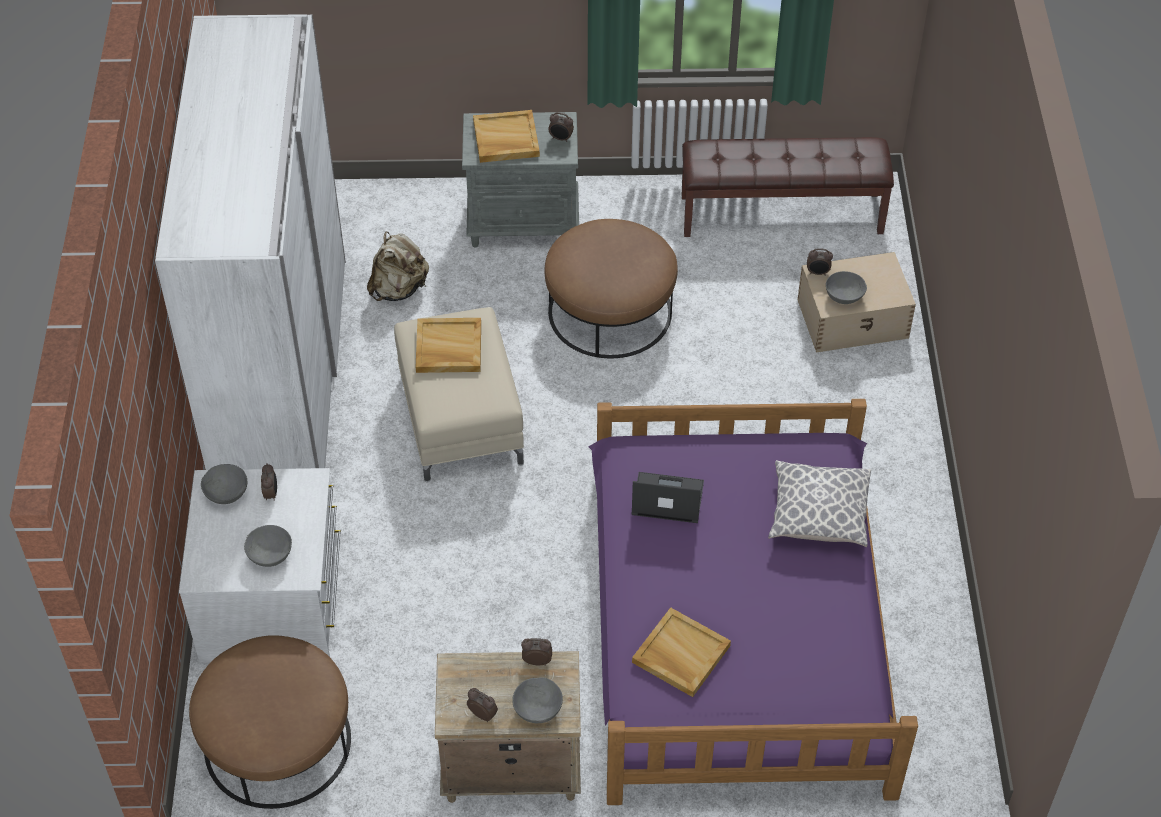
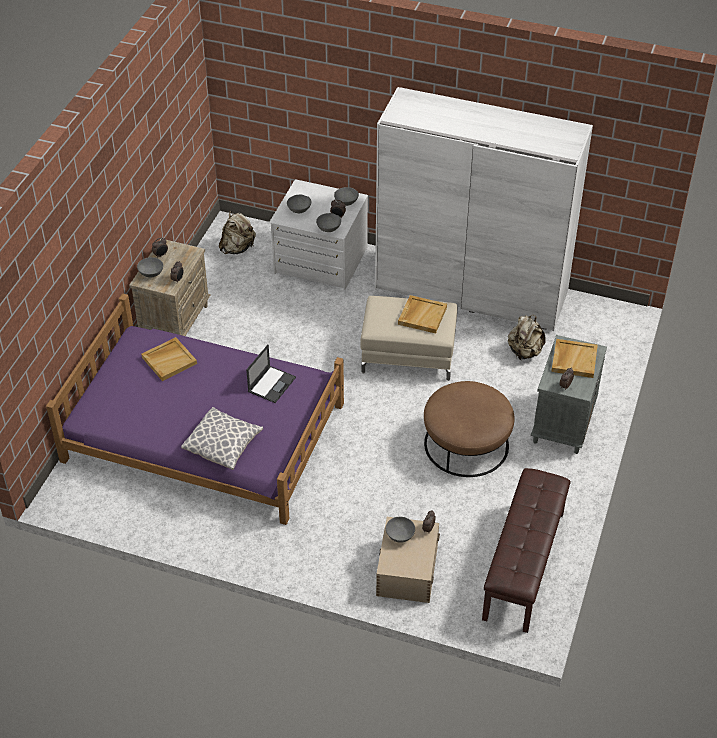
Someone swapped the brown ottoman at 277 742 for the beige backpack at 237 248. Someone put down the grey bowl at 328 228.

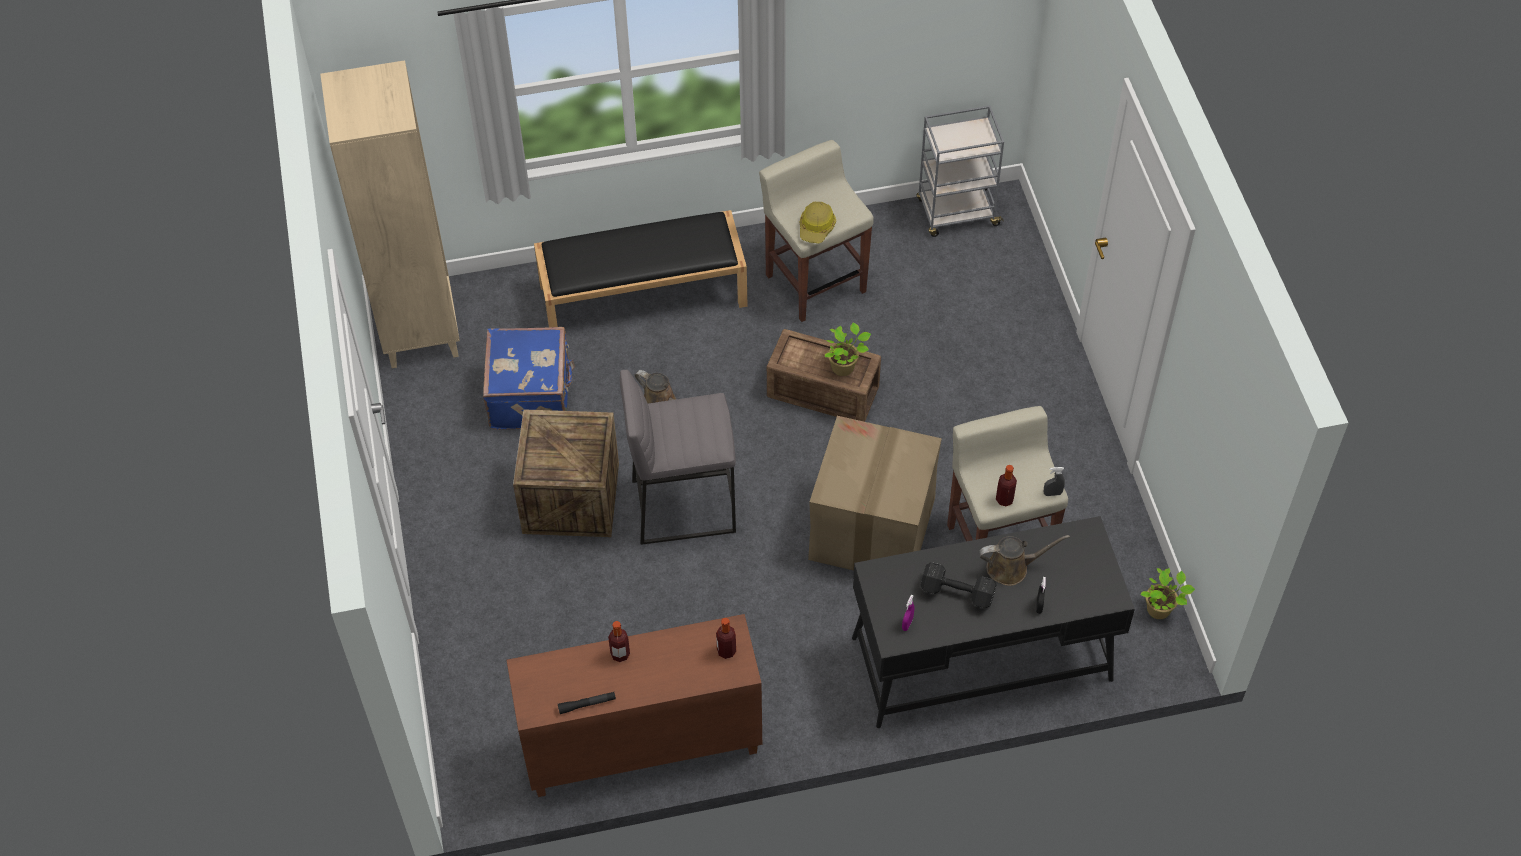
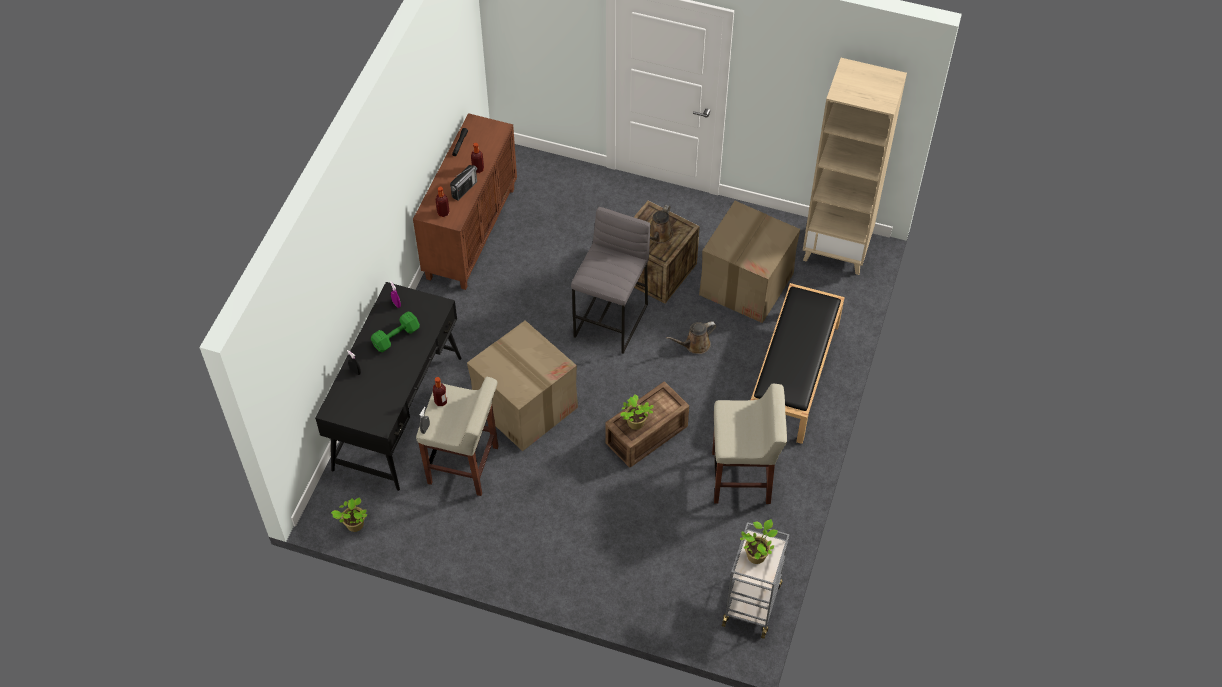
Someone swapped the blue suitcase at 532 395 for the cardboard box at 746 283. Someone took away the hard hat at 817 227. Someone repainted the black dumbbell at 956 591, which became the green dumbbell at 397 337. Someone carried the brown watering can from 1011 568 to 659 235. Someone put down the radio at 464 189. Someone put down the potted plant at 757 554.

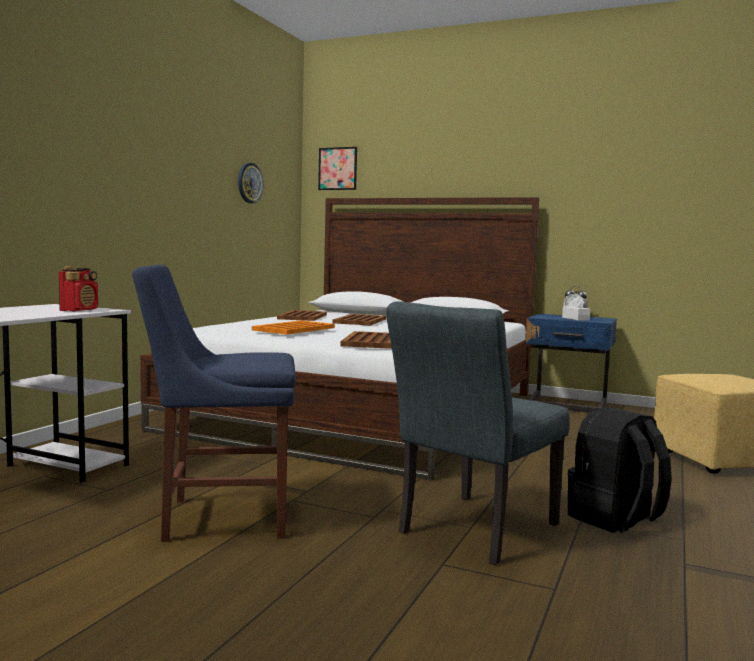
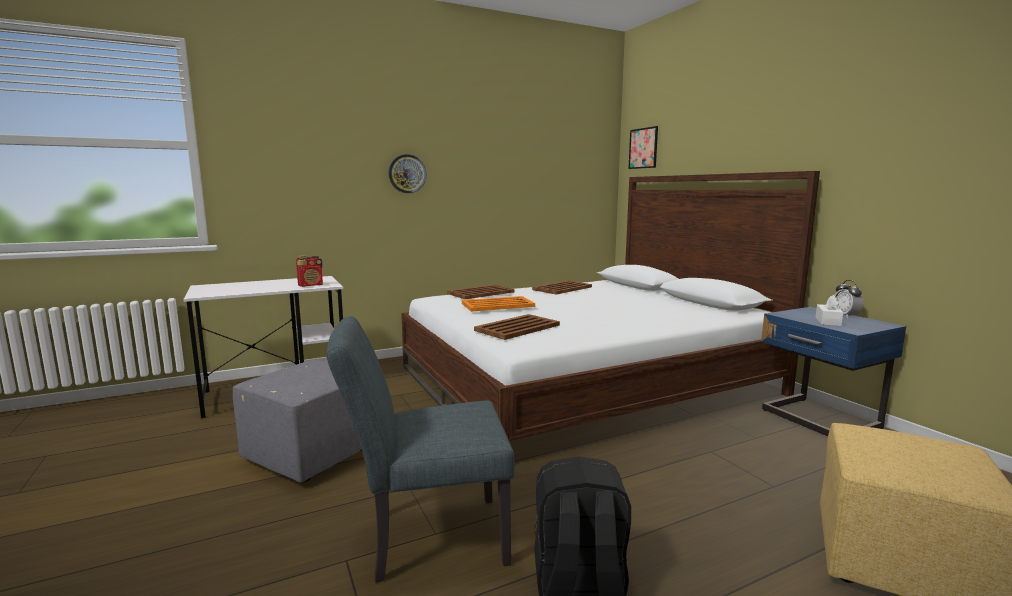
Someone swapped the blue chair at 219 517 for the grey ottoman at 311 454. Someone carried the wall clock from 249 183 to 407 174. Someone carried the brown tray from 360 321 to 481 293.

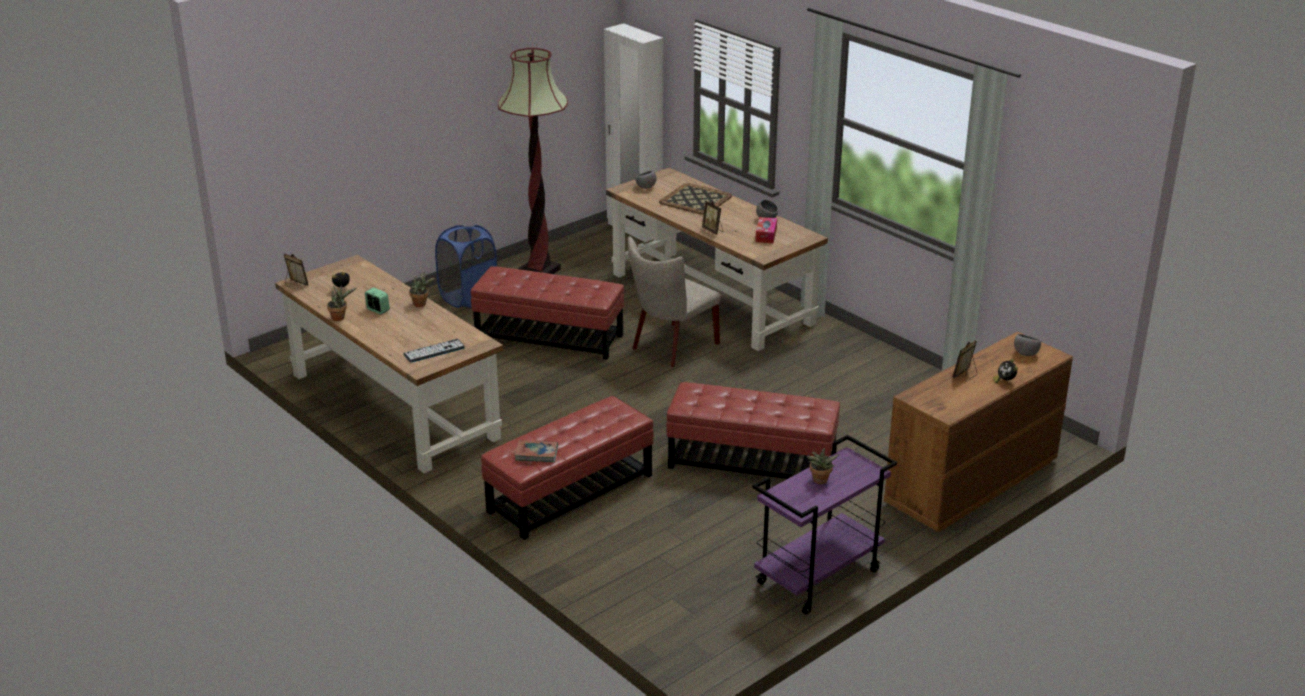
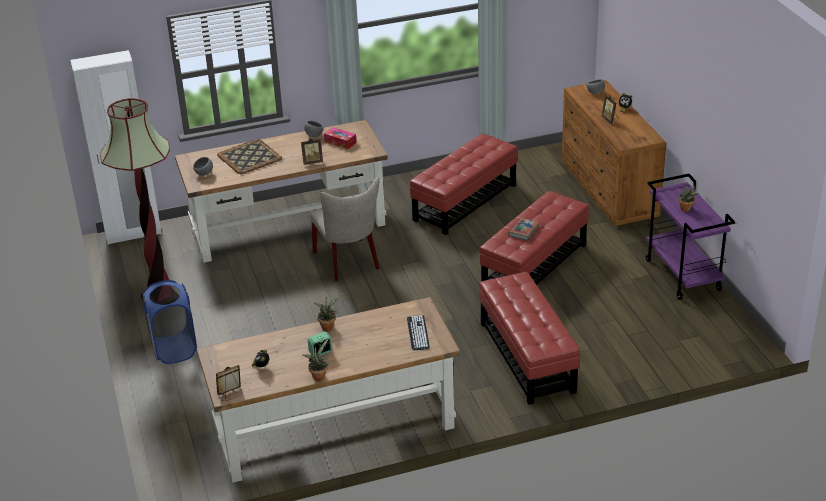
Someone carried the red ottoman from 549 337 to 464 202. Someone carried the book from 536 454 to 523 231.

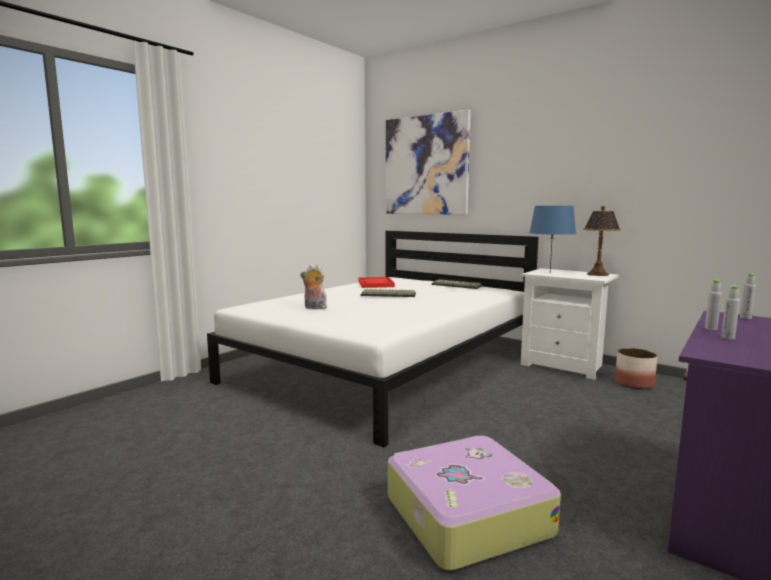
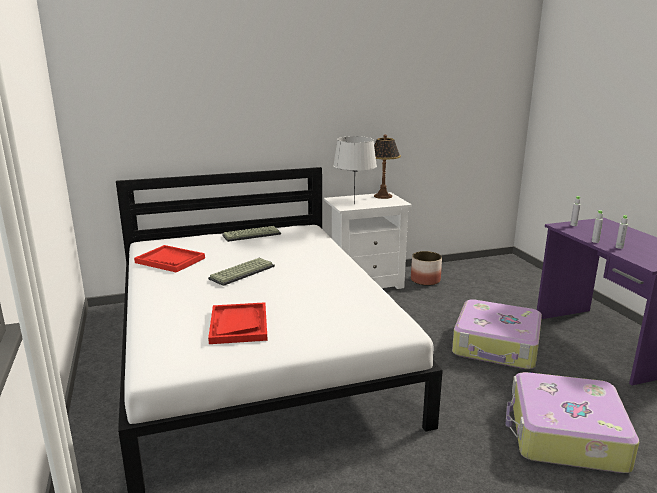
Someone swapped the plush toy at 314 308 for the red tray at 238 325. Someone took away the picture at 426 165. Someone repainted the blue table lamp at 549 273, which became the grey table lamp at 354 204. Someone put down the suitcase at 496 346.

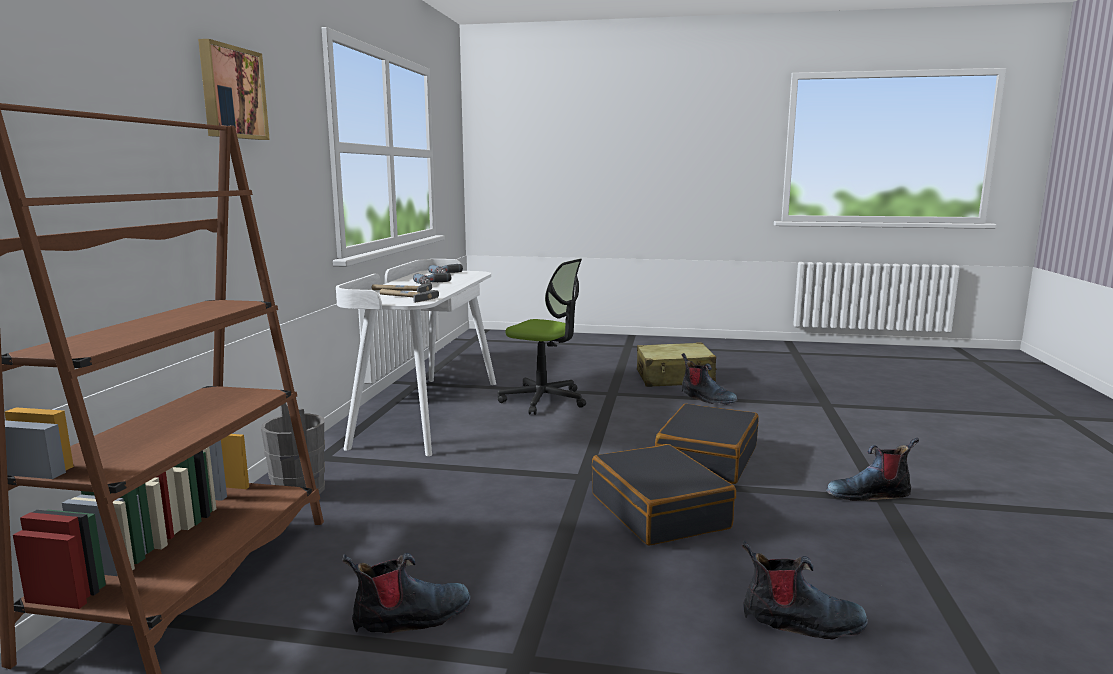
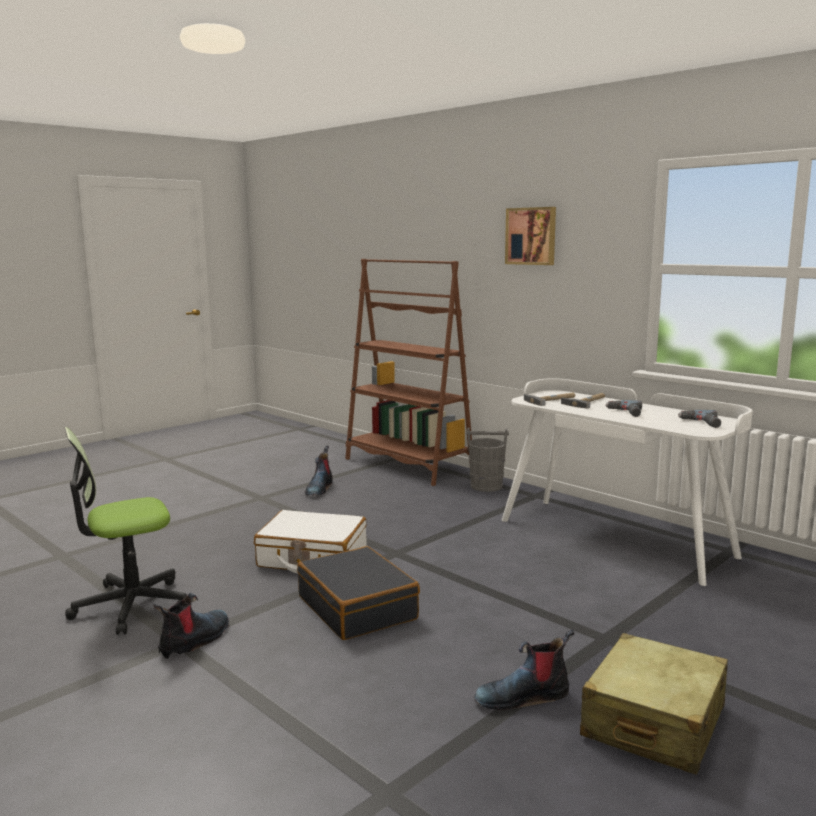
Someone carried the office chair from 544 400 to 130 605. Someone repainted the black suitcase at 660 511, which became the white suitcase at 312 557. Someone took away the boot at 801 622.

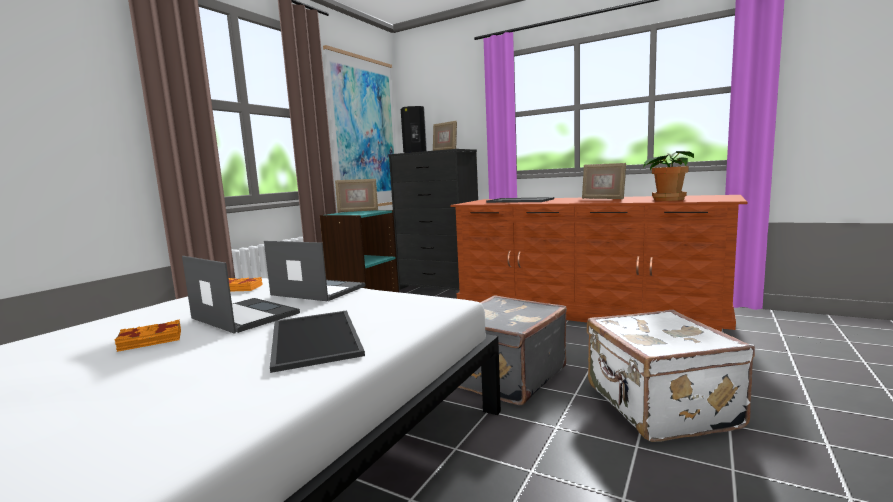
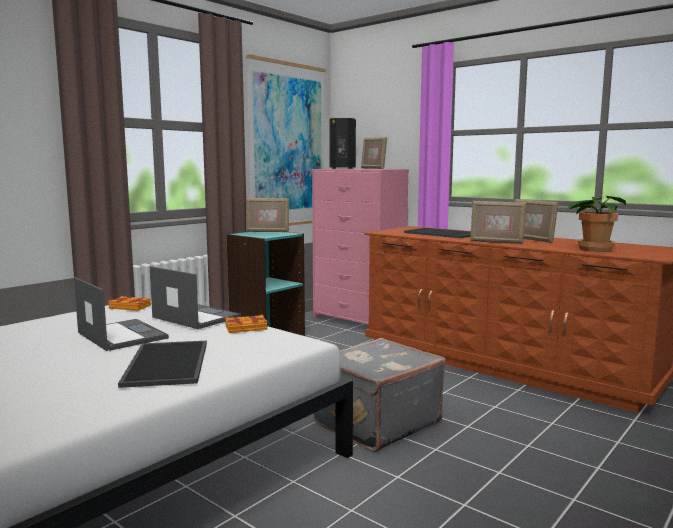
Someone carried the orange book from 151 341 to 246 328. Someone repainted the black dresser at 440 288, which became the pink dresser at 359 320. Someone took away the white suitcase at 658 407. Someone put down the picture frame at 496 242.

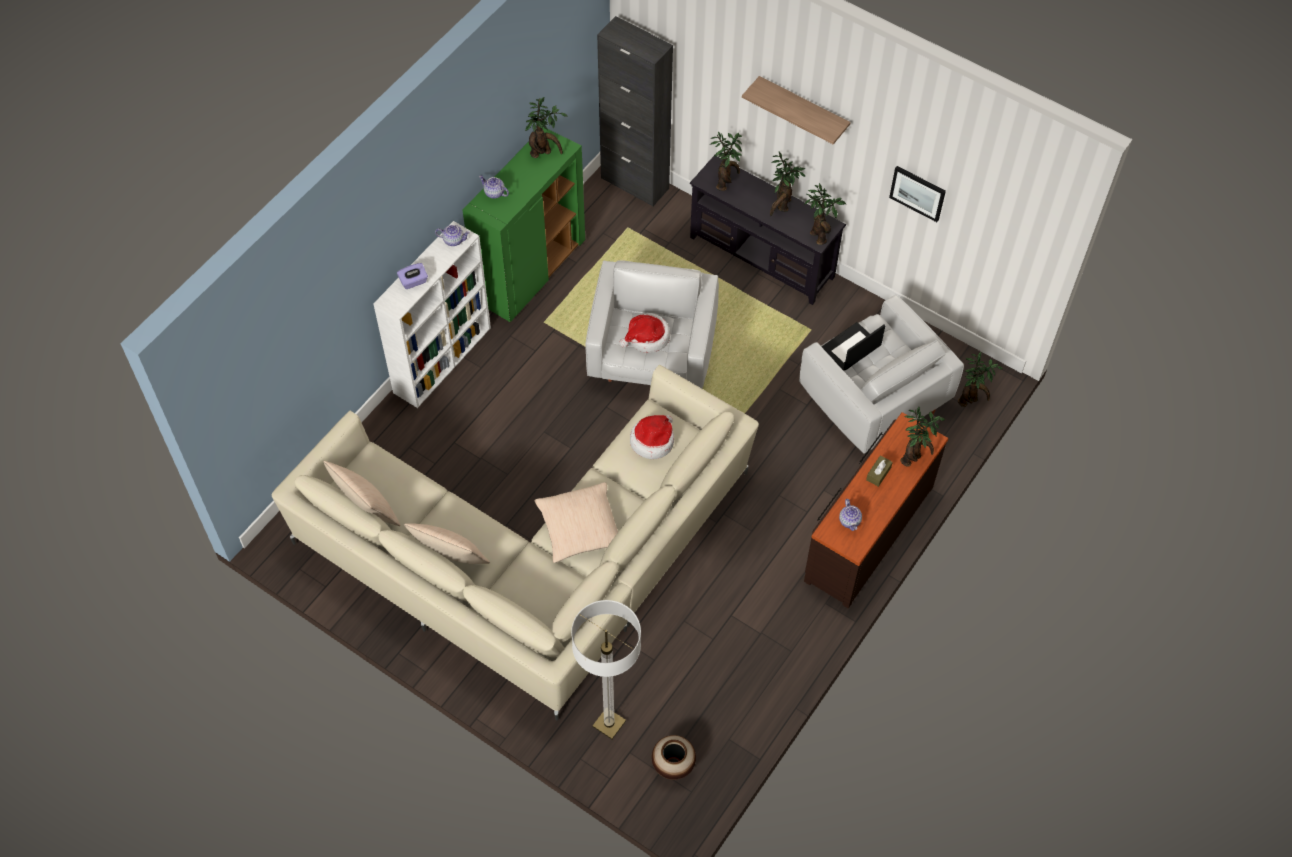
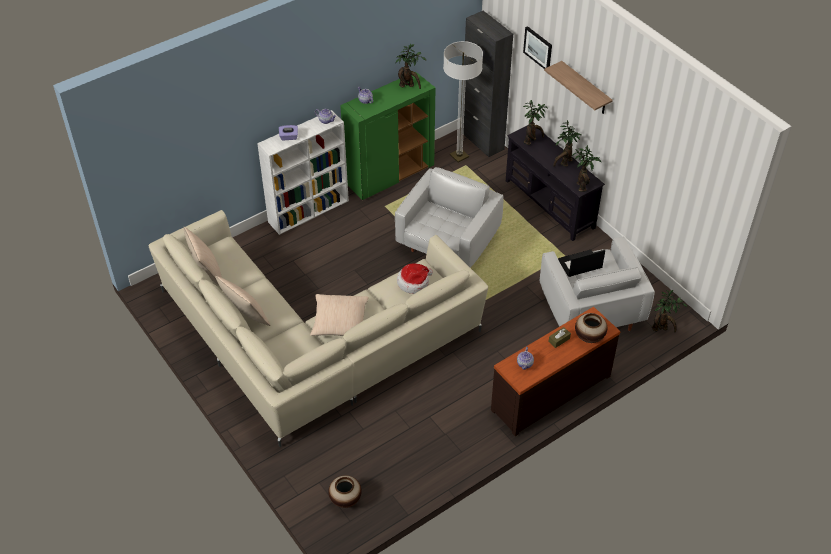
Someone carried the floor lamp from 609 724 to 459 156. Someone took away the hat at 647 338. Someone carried the picture from 918 193 to 538 48. Someone swapped the potted plant at 914 458 for the vase at 589 337.

